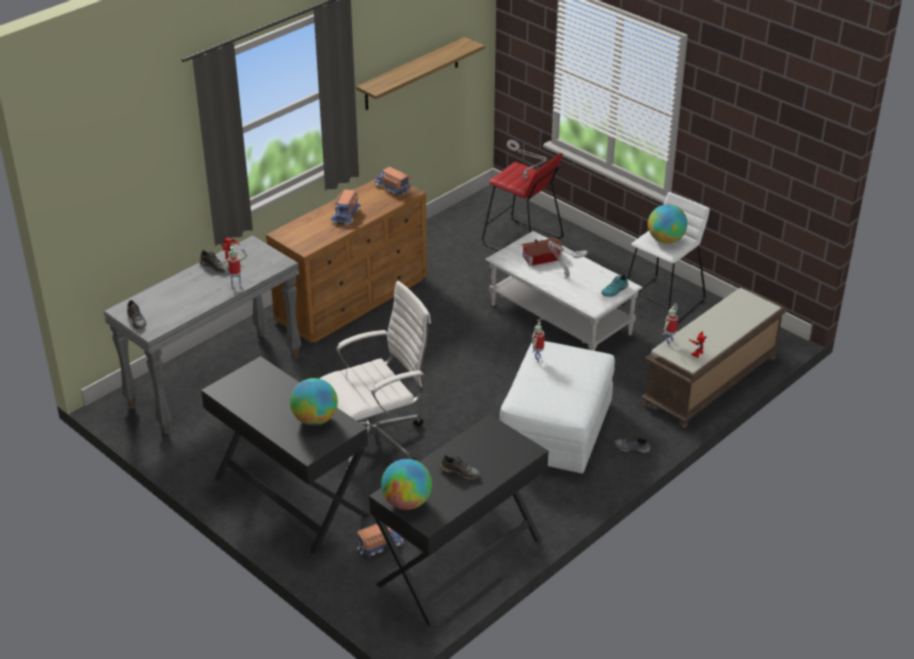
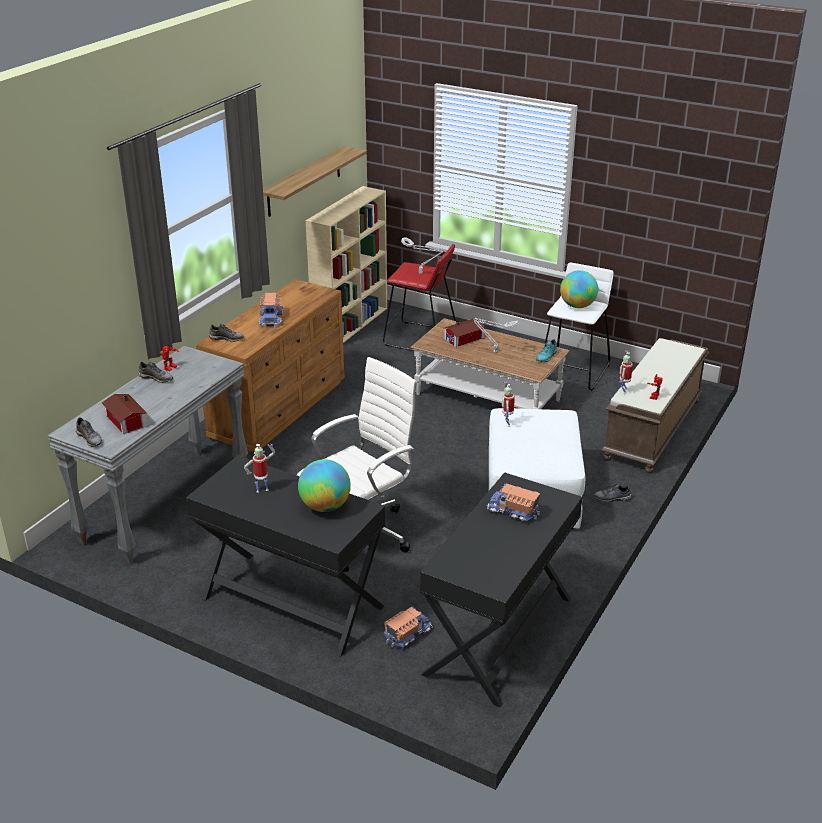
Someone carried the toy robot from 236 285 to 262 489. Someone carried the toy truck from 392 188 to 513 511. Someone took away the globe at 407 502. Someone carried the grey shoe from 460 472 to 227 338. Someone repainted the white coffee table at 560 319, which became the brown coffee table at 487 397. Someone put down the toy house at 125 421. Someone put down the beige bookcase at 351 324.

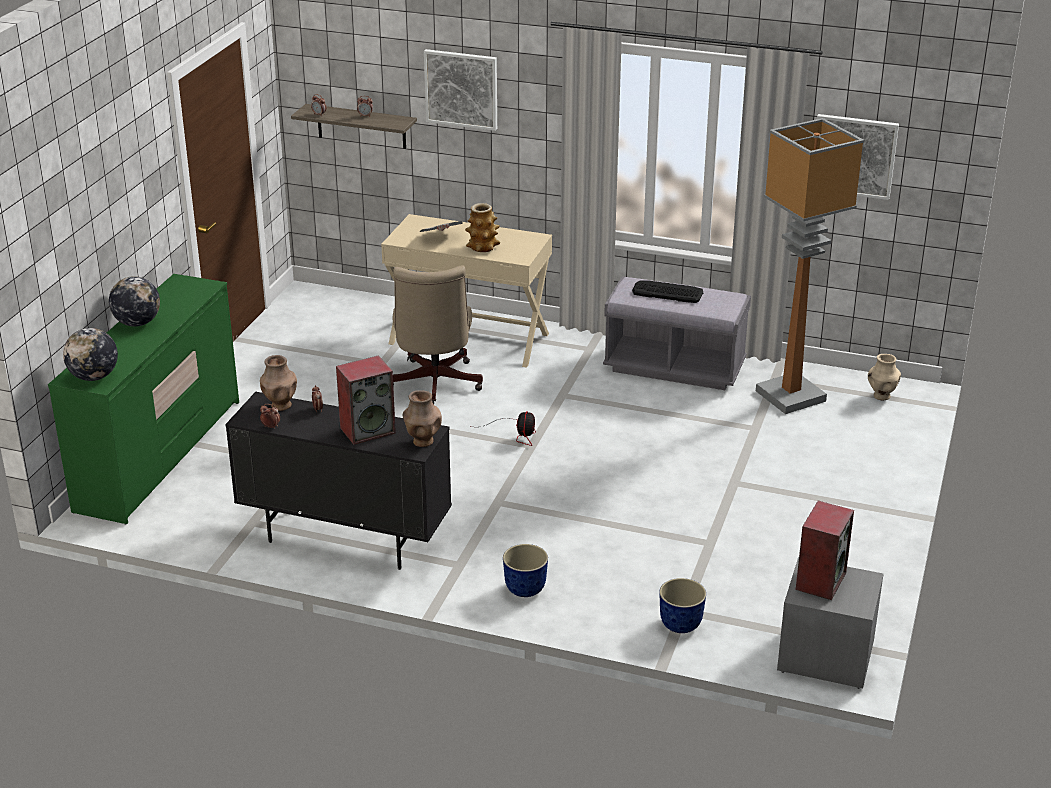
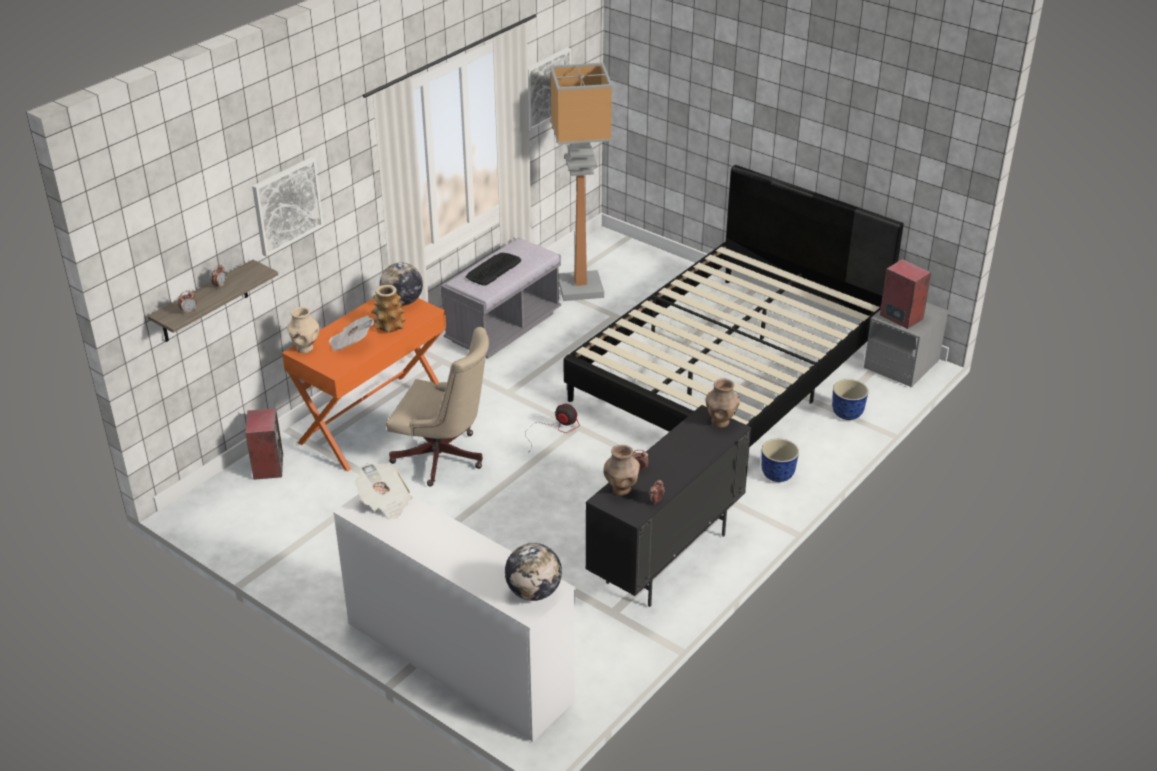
Someone repainted the green dresser at 160 455, which became the white dresser at 458 661. Someone carried the globe from 137 323 to 402 302. Someone carried the speaker from 368 430 to 267 466. Someone repainted the beige desk at 469 338, which became the orange desk at 374 421. Someone carried the beige vase from 881 396 to 305 348. Someone put down the newspaper at 385 502. Someone put down the black bed at 730 369.

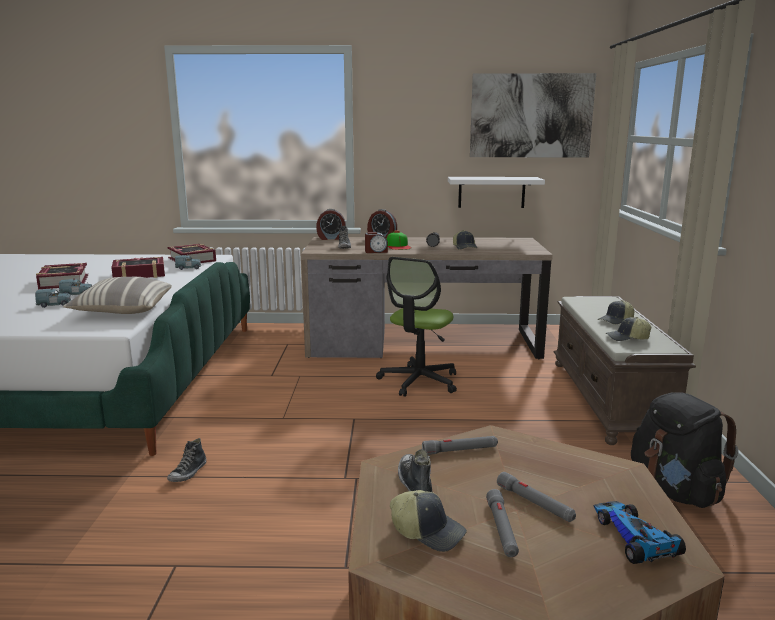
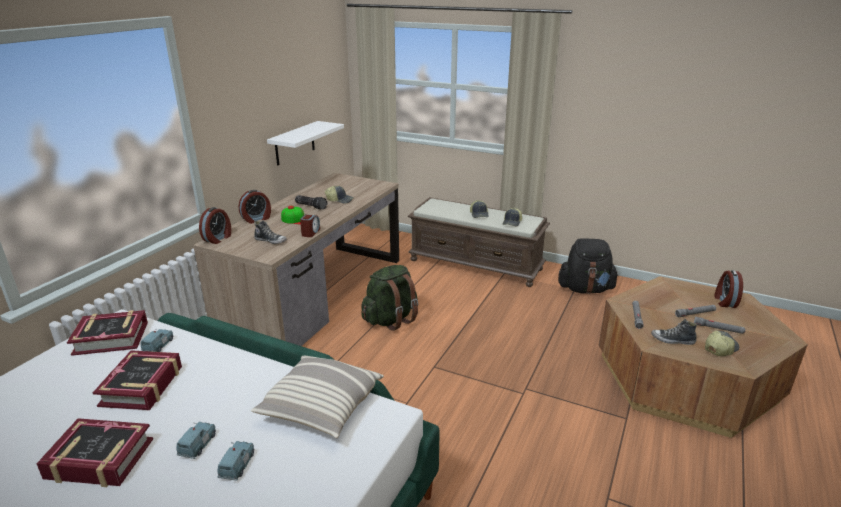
Someone took away the shoe at 188 473. Someone swapped the office chair at 419 381 for the green backpack at 391 319. Someone took away the picture at 531 116. Someone swapped the toy car at 633 537 for the alarm clock at 724 301.

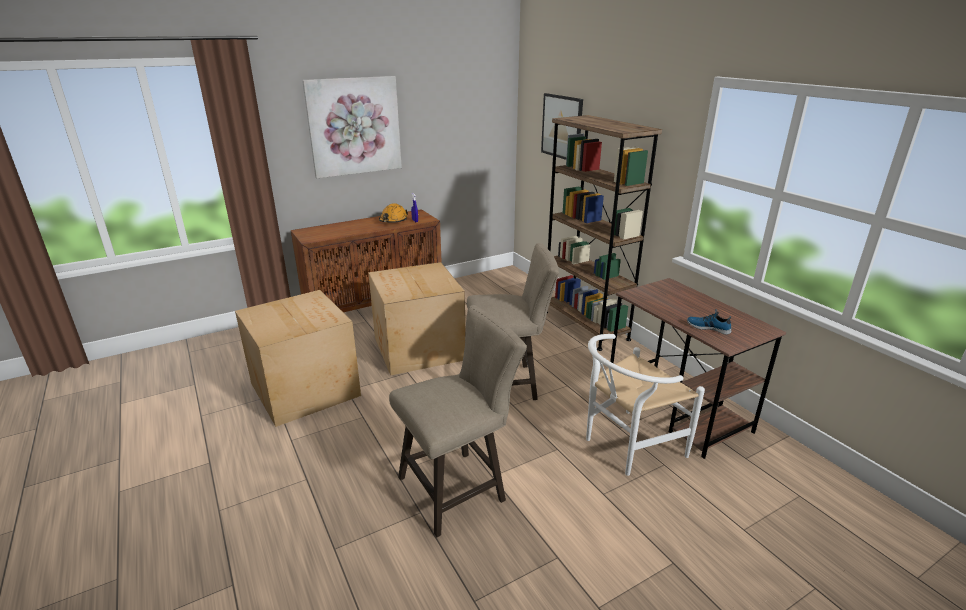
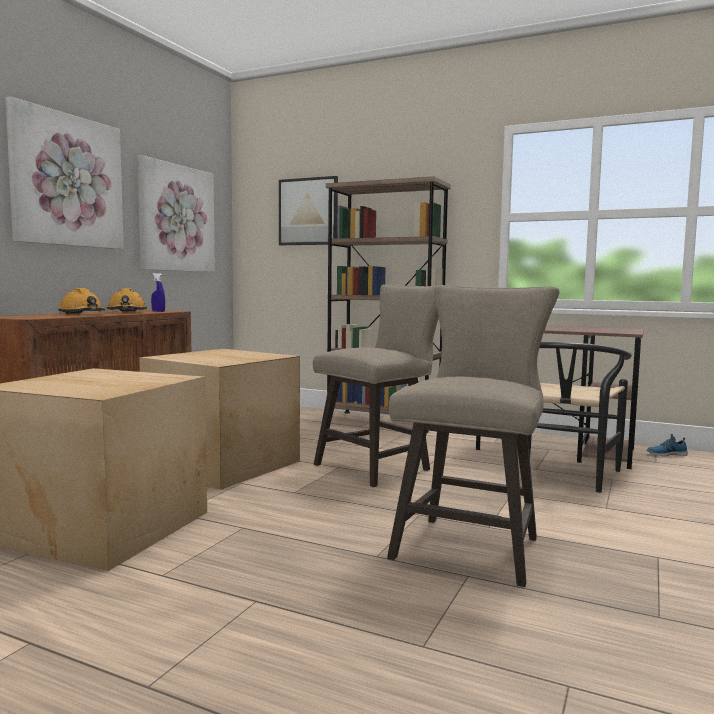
Someone repainted the white chair at 626 447, which became the black chair at 564 477. Someone carried the shoe from 708 327 to 666 454. Someone put down the orange hard hat at 82 314. Someone put up the picture at 177 218.

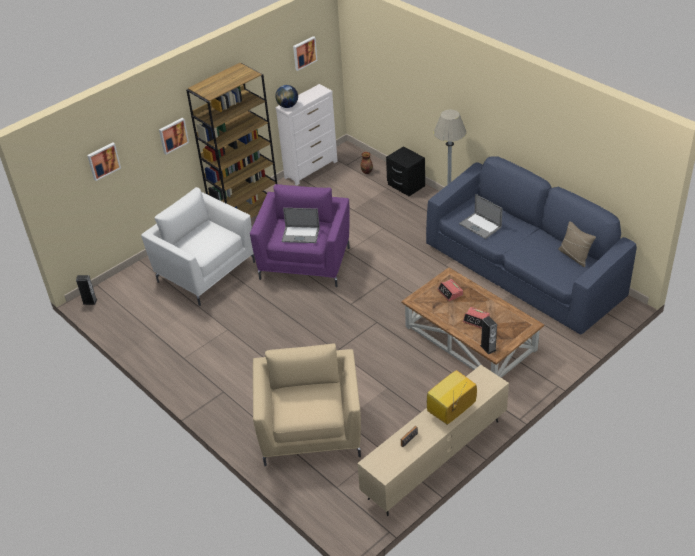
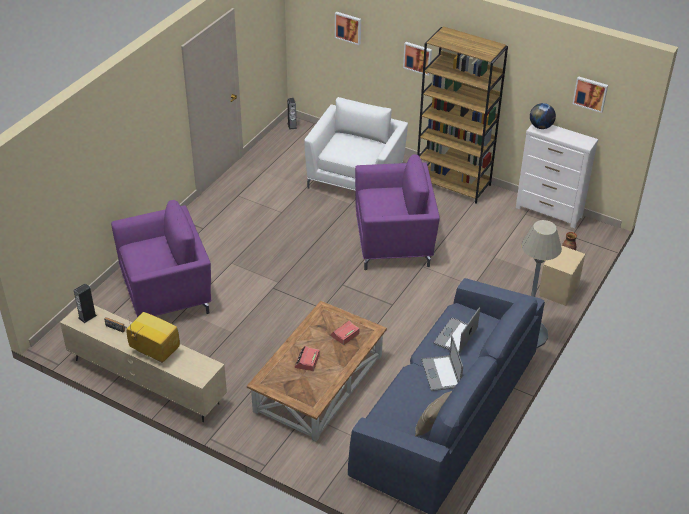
Someone repainted the beige armchair at 311 431, which became the purple armchair at 167 292. Someone carried the laptop from 300 235 to 440 373. Someone repainted the black nightstand at 405 186, which became the beige nightstand at 557 290. Someone carried the speaker from 488 348 to 87 316.

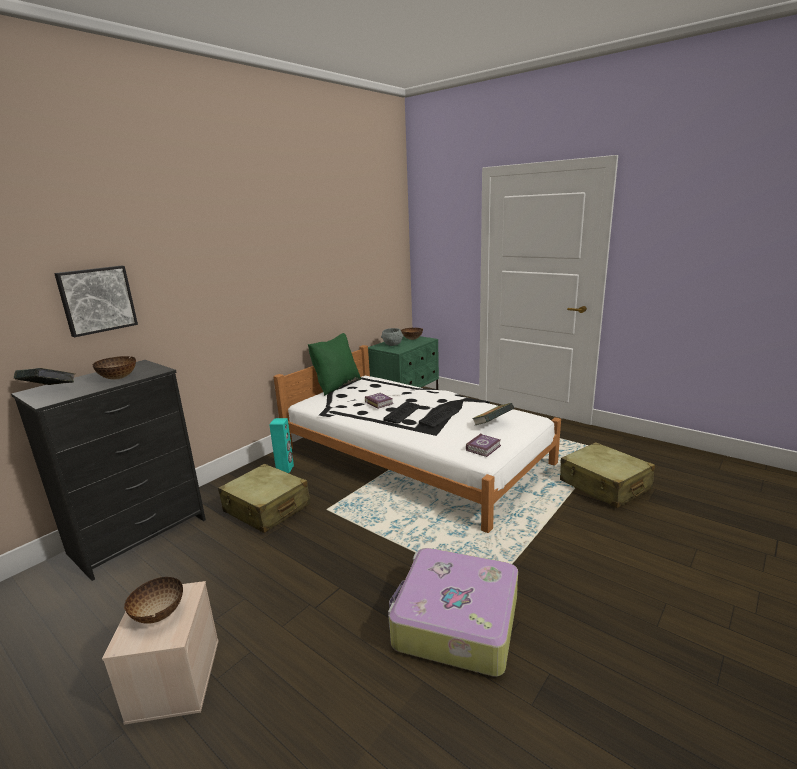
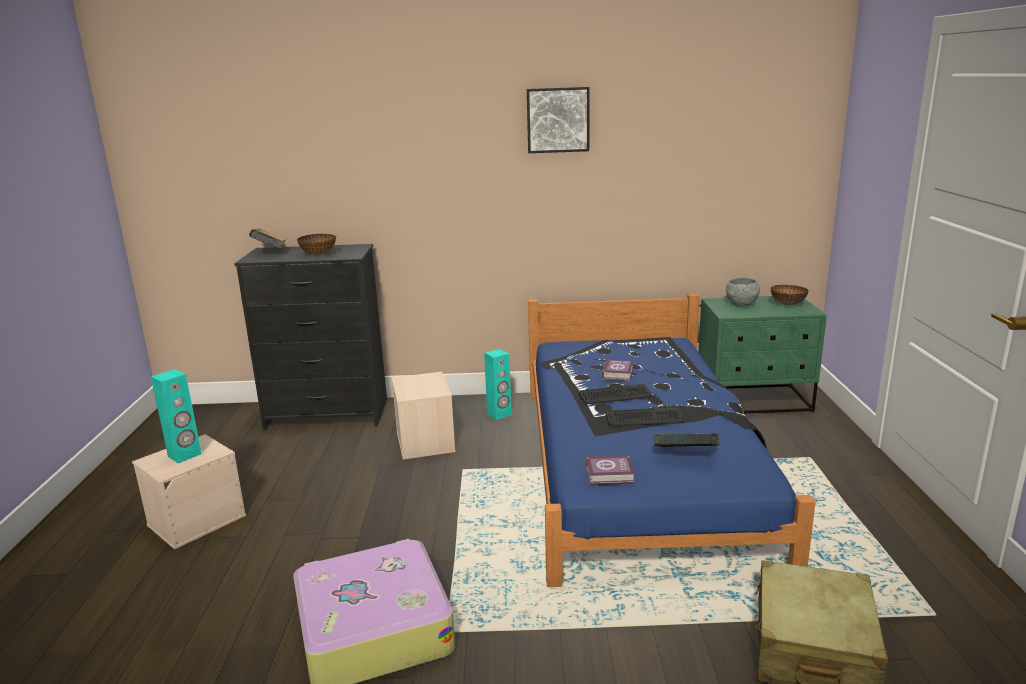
Someone carried the picture from 97 300 to 558 120. Someone swapped the bowl at 158 614 for the turquoise speaker at 185 455. Someone swapped the beige suitcase at 266 509 for the beige storage box at 426 441. Someone repainted the white bed at 413 456, which became the blue bed at 636 466. Someone took away the green pillow at 336 386.

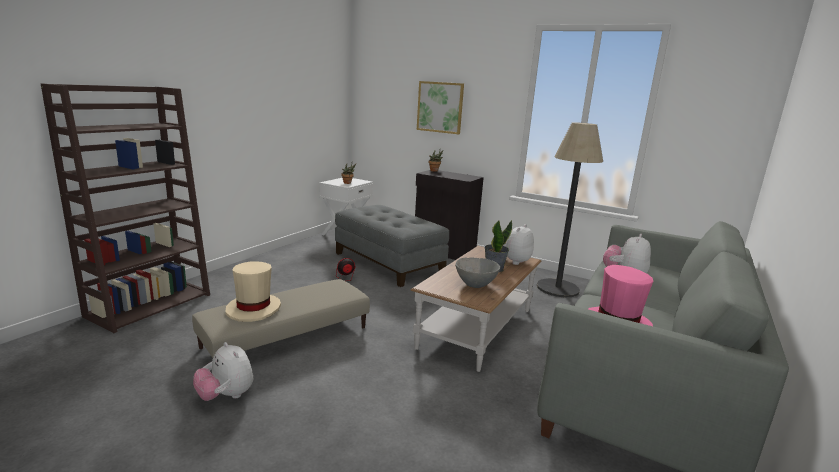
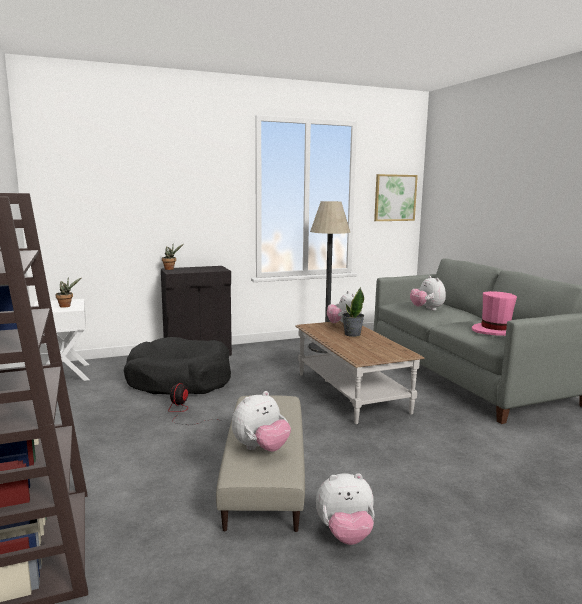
Someone swapped the beige hat at 254 309 for the plush toy at 261 449. Someone swapped the grey ottoman at 389 262 for the black dog bed at 179 380. Someone carried the picture from 440 107 to 395 198. Someone took away the grey bowl at 475 285.

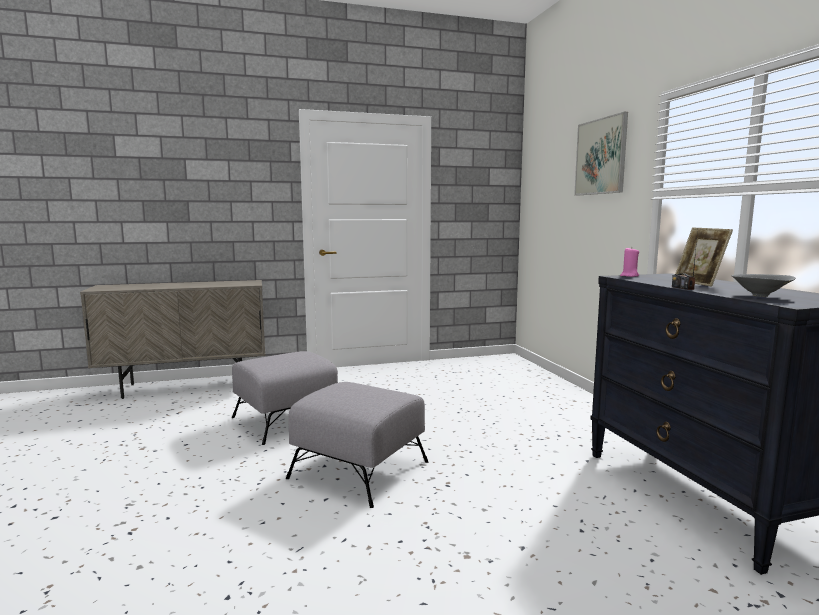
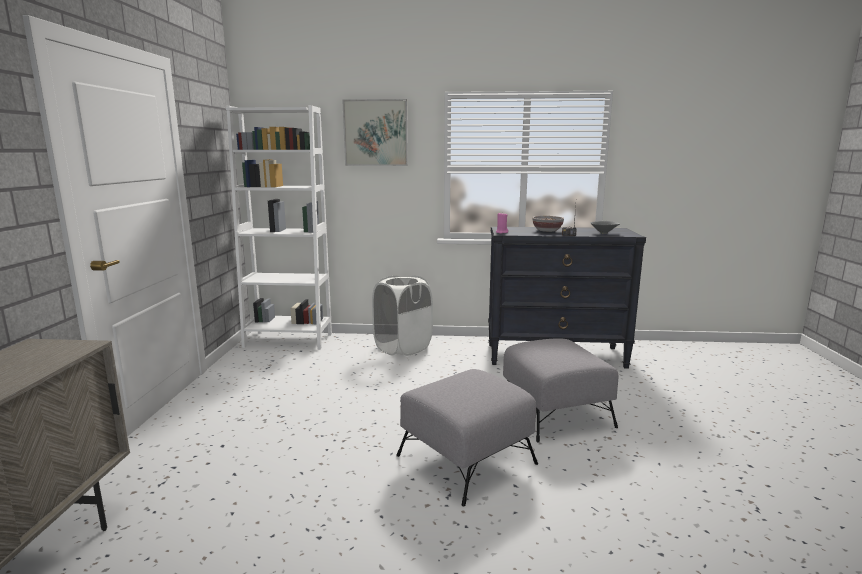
Someone carried the grey ottoman from 287 420 to 554 413. Someone swapped the picture frame at 699 283 for the bowl at 547 231. Someone put down the white bookcase at 288 340. Someone put down the white laundry basket at 403 348.

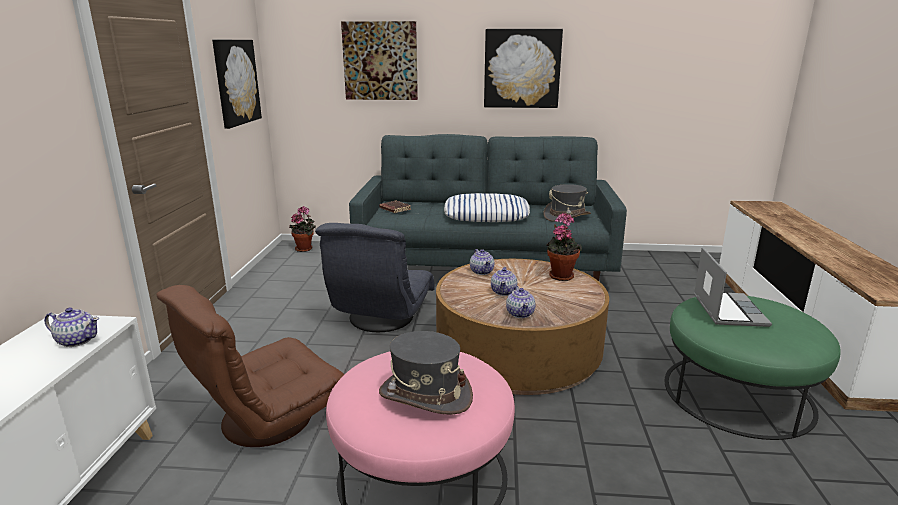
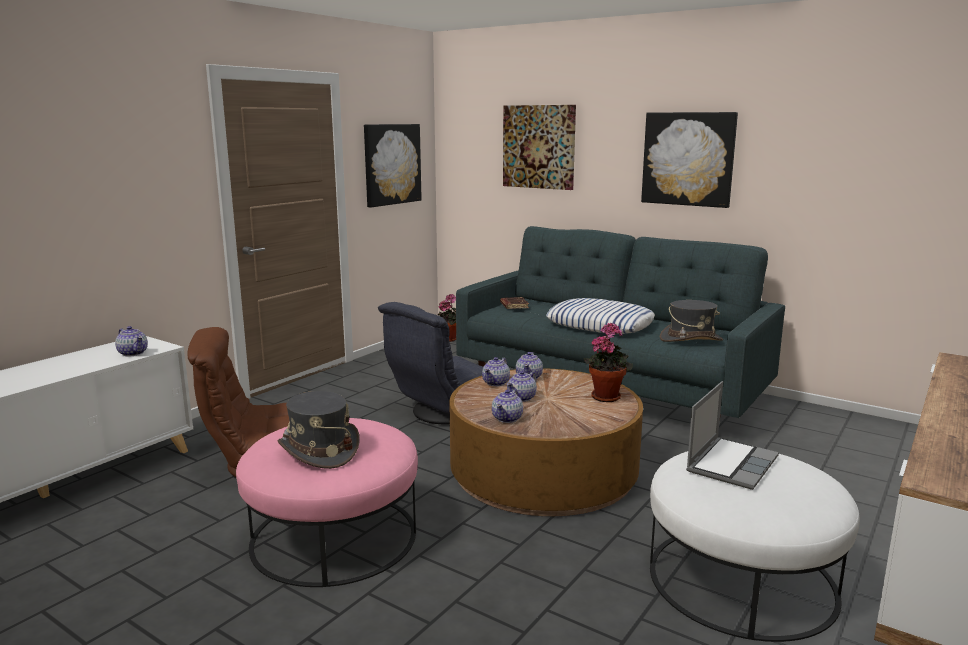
Someone repainted the green ottoman at 737 394, which became the white ottoman at 741 579. Someone put down the teapot at 496 383.

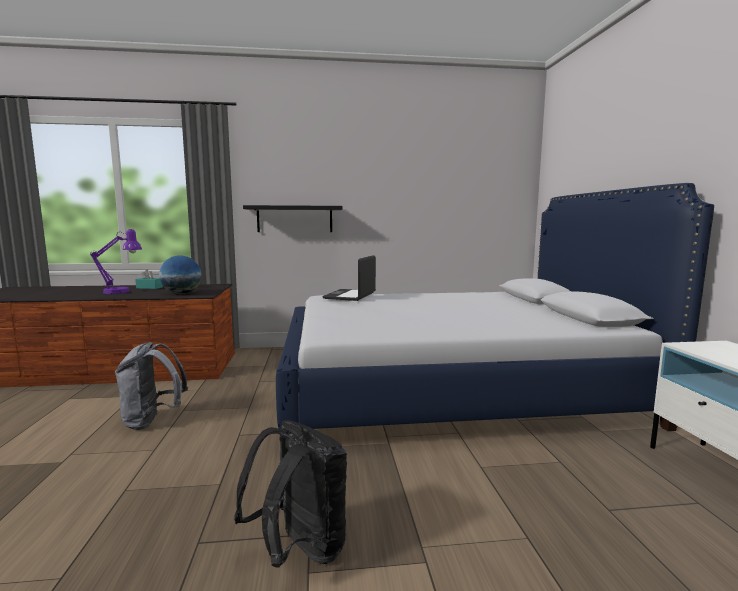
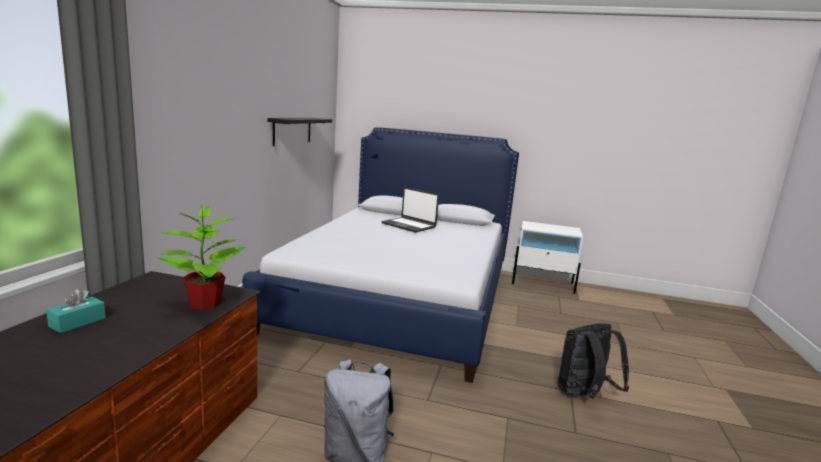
Someone took away the purple table lamp at 122 291. Someone swapped the globe at 182 293 for the potted plant at 204 304. Someone carried the black shelf from 294 219 to 292 130. Someone carried the laptop from 350 296 to 409 225.

